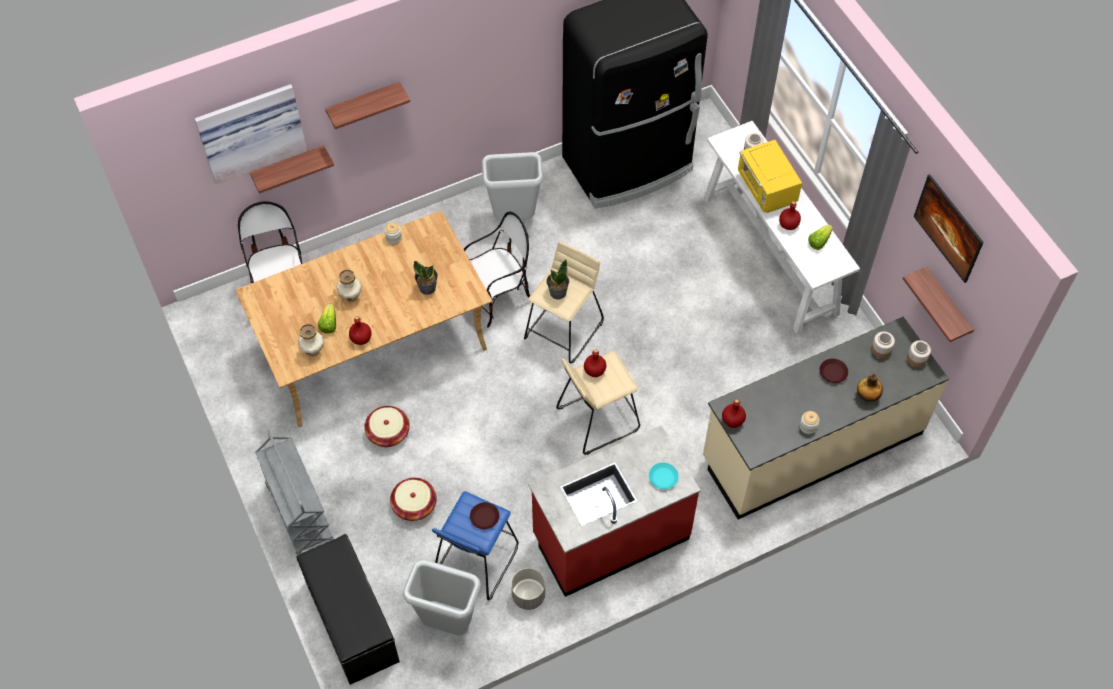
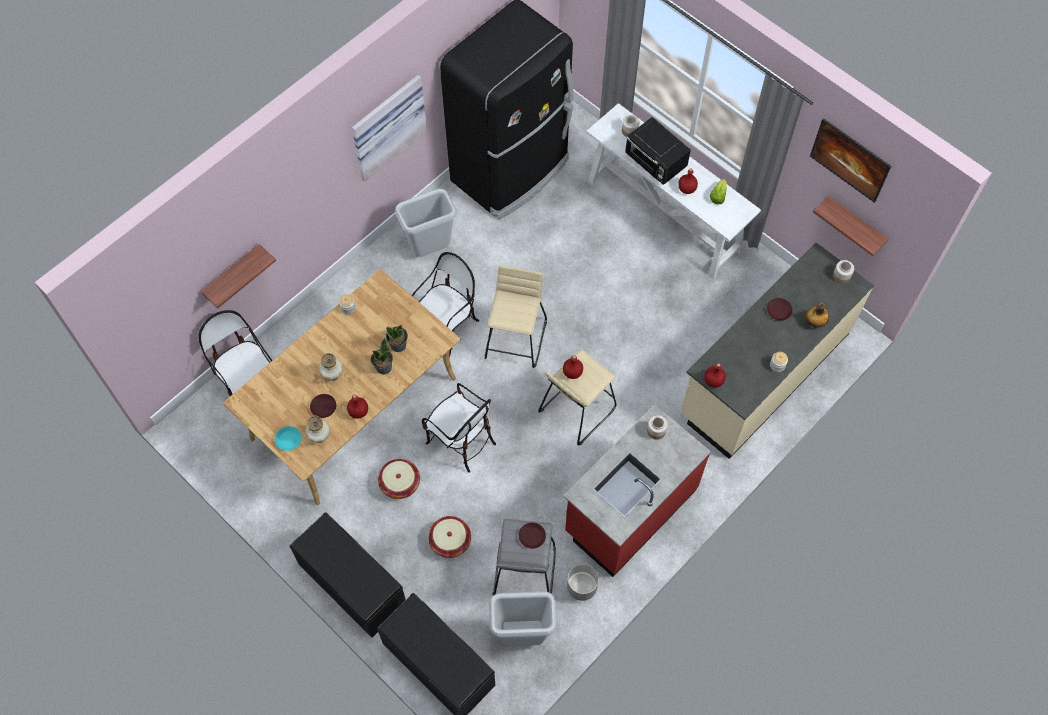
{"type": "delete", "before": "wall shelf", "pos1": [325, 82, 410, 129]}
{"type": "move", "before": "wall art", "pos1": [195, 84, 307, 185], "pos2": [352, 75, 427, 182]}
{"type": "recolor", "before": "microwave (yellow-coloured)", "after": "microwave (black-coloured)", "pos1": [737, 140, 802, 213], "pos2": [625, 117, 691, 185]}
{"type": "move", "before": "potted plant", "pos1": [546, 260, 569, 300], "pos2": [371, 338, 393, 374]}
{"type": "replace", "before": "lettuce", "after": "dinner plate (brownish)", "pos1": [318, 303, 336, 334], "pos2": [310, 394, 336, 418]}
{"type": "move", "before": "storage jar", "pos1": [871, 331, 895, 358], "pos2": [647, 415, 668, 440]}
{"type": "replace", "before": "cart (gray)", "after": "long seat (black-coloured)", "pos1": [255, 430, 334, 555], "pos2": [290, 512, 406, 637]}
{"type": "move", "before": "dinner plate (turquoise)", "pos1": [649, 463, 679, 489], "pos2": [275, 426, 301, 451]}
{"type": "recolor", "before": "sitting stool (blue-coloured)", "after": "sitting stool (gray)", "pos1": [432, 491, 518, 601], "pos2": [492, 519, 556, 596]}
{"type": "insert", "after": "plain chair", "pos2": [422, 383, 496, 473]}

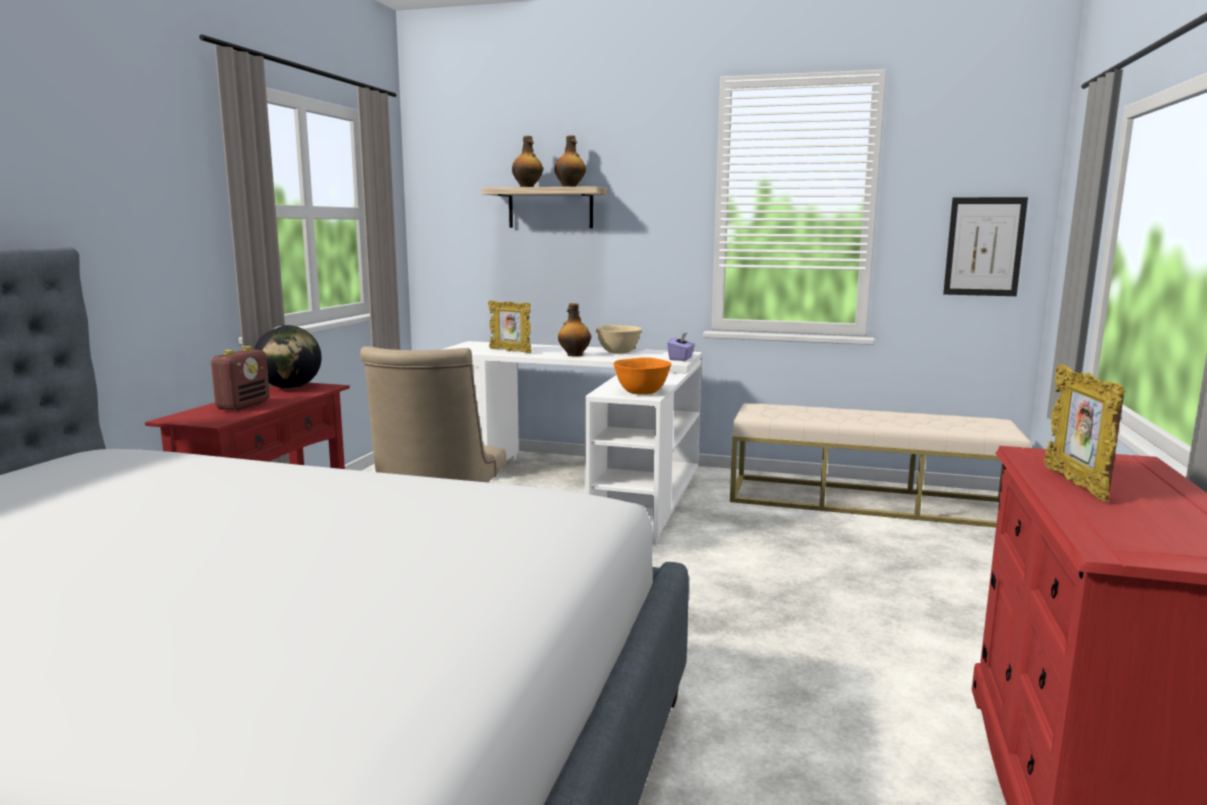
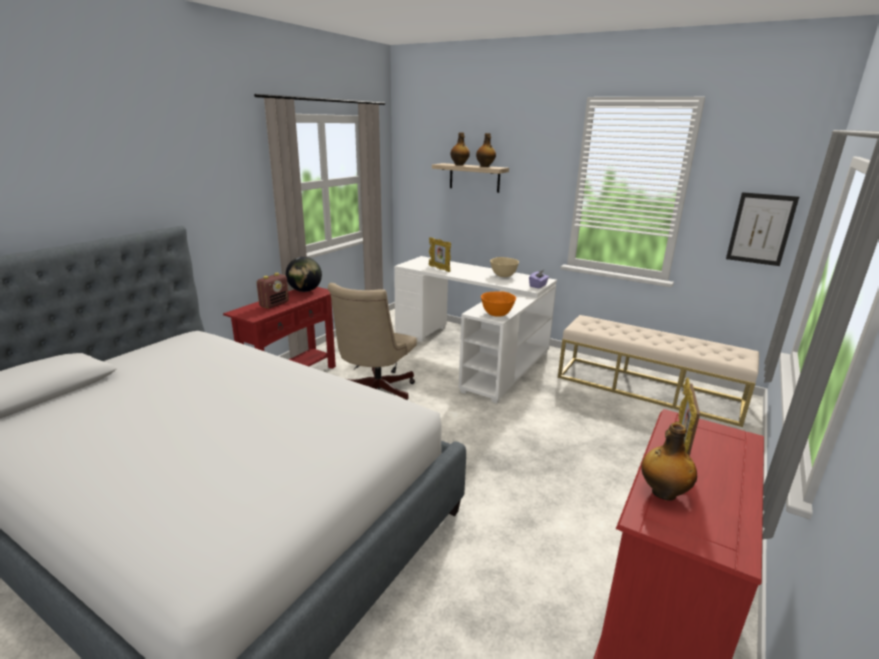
{"type": "move", "before": "drink bottle", "pos1": [558, 303, 591, 357], "pos2": [641, 423, 697, 501]}

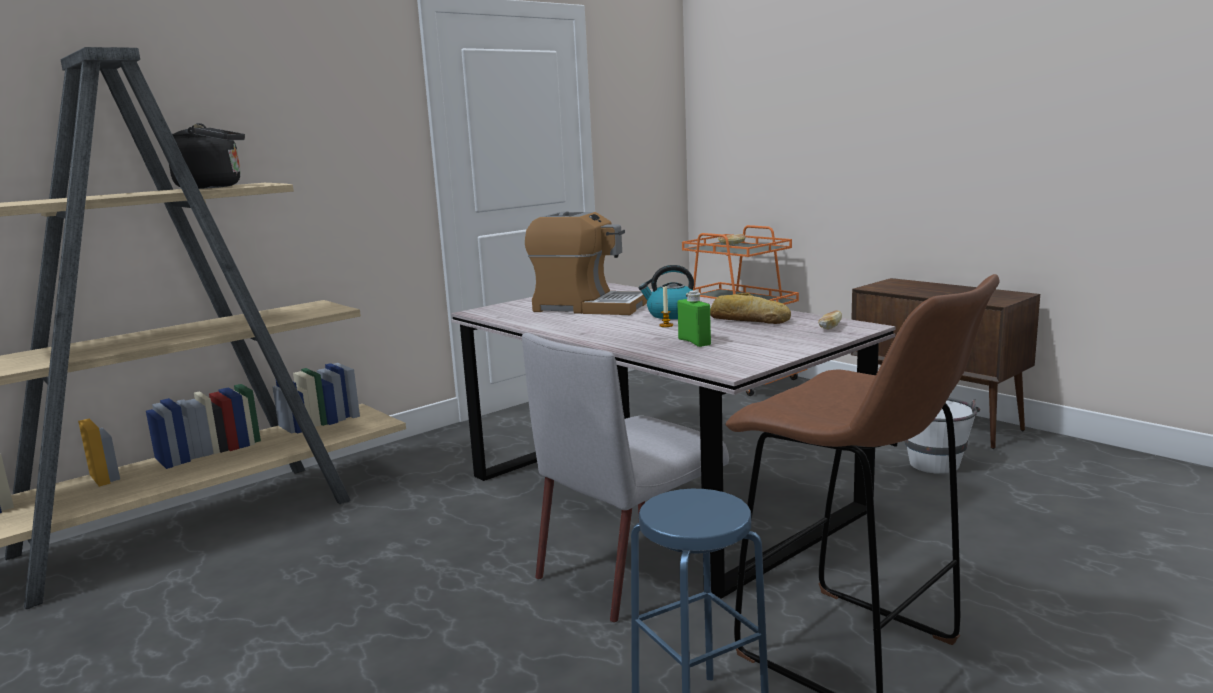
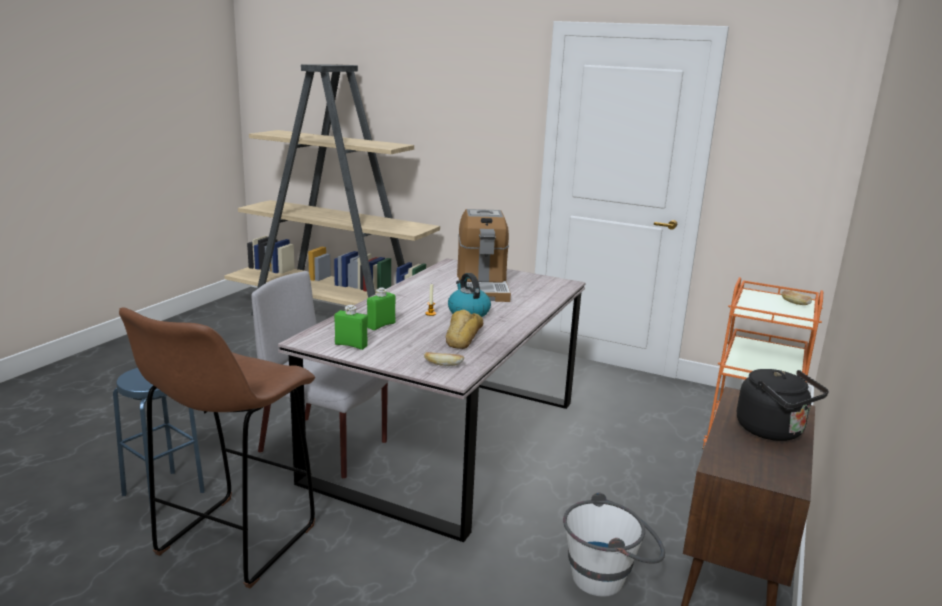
{"type": "move", "before": "kettle (black-coloured)", "pos1": [169, 123, 245, 189], "pos2": [737, 369, 829, 441]}
{"type": "insert", "after": "drink bottle (greenish)", "pos2": [334, 305, 368, 350]}

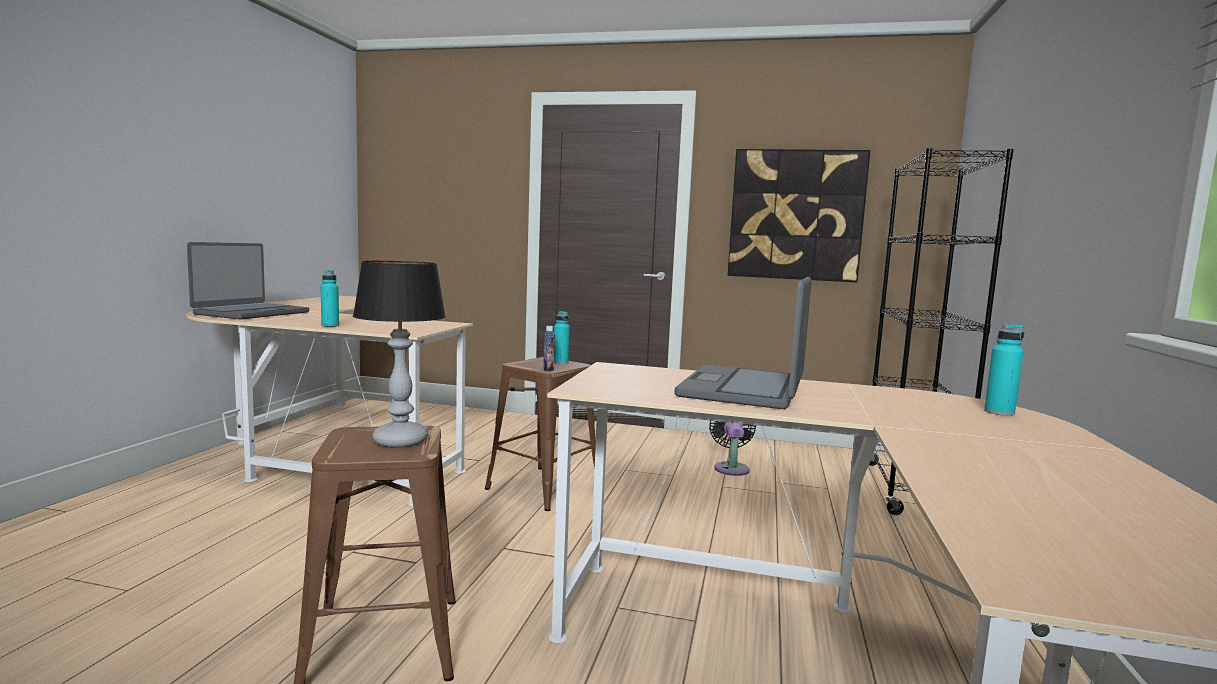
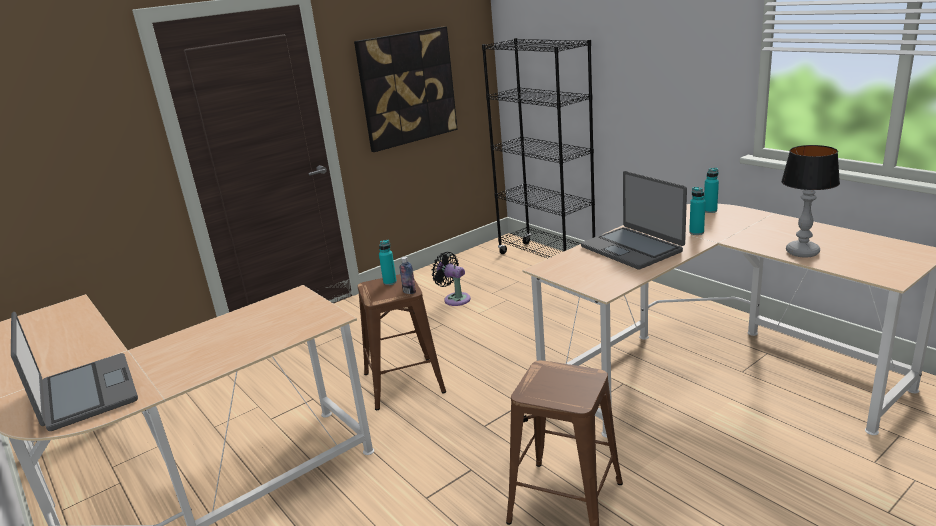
{"type": "move", "before": "tabletop lamp", "pos1": [353, 261, 446, 448], "pos2": [781, 145, 840, 258]}
{"type": "move", "before": "drink bottle (turquoise)", "pos1": [321, 270, 339, 327], "pos2": [689, 187, 705, 235]}

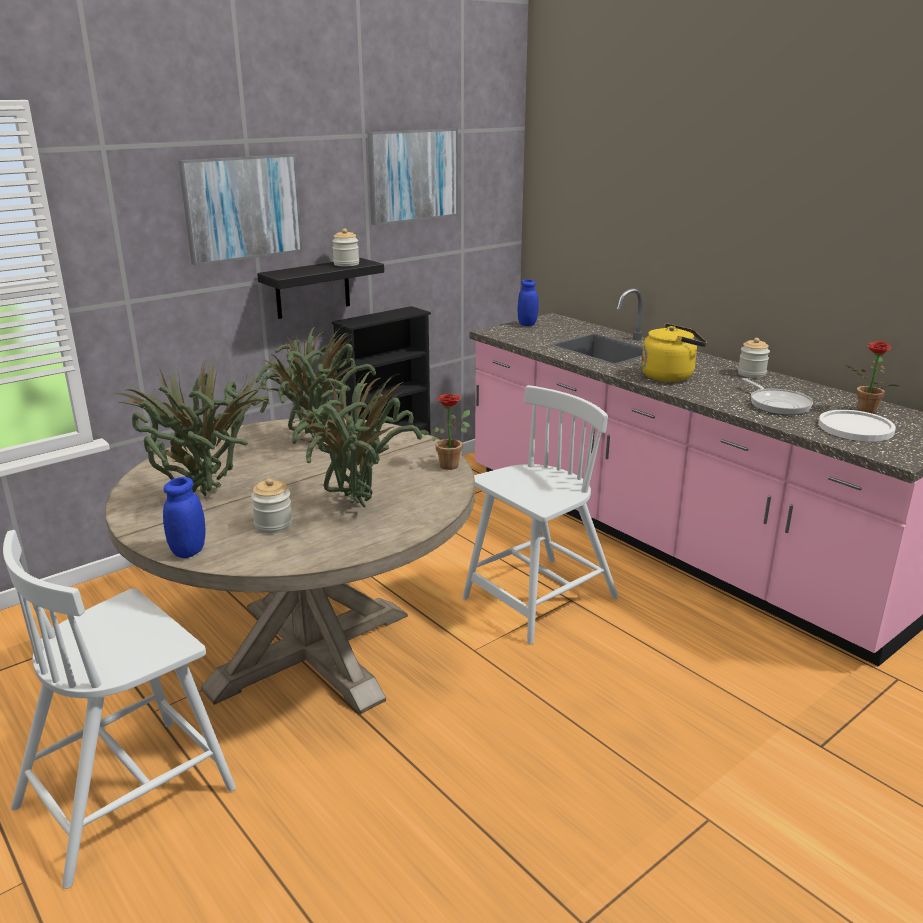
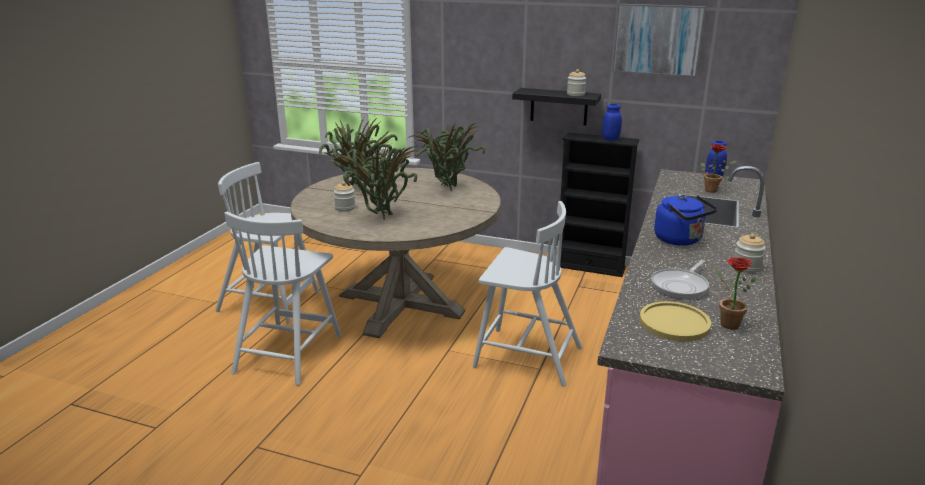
{"type": "delete", "before": "wall art", "pos1": [178, 154, 303, 266]}
{"type": "recolor", "before": "kettle (yellow-coloured)", "after": "kettle (blue-coloured)", "pos1": [641, 324, 707, 382], "pos2": [654, 195, 717, 246]}
{"type": "move", "before": "potted plant", "pos1": [420, 394, 470, 470], "pos2": [701, 144, 737, 193]}
{"type": "recolor", "before": "dinner plate (white-coloured)", "after": "dinner plate (yellow-coloured)", "pos1": [818, 410, 896, 441], "pos2": [640, 301, 711, 342]}
{"type": "move", "before": "storage jar (blue-coloured)", "pos1": [163, 477, 205, 558], "pos2": [602, 104, 622, 141]}
{"type": "insert", "after": "plain chair (white-coloured)", "pos2": [224, 211, 341, 386]}

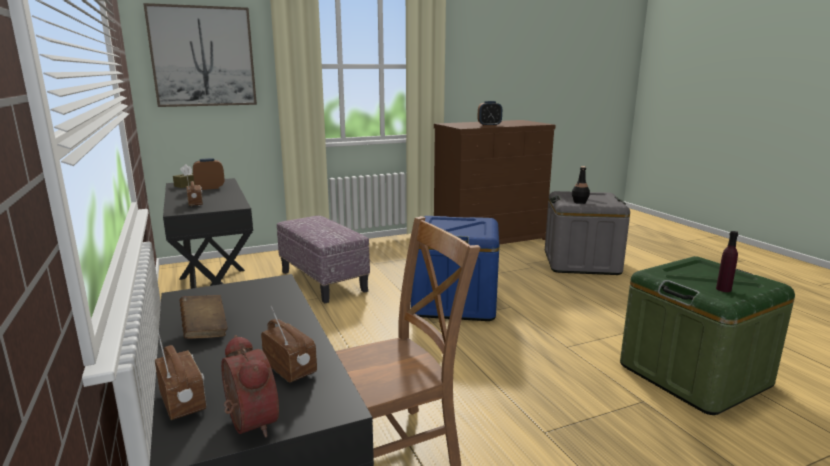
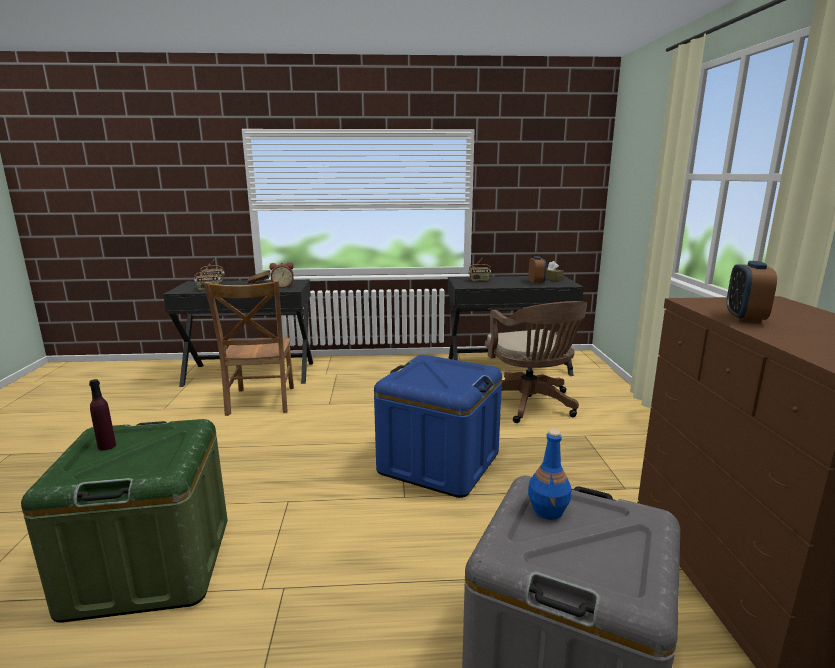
{"type": "delete", "before": "wall art", "pos1": [143, 3, 257, 107]}
{"type": "recolor", "before": "drink bottle (black-coloured)", "after": "drink bottle (blue-coloured)", "pos1": [572, 166, 590, 204], "pos2": [528, 429, 571, 520]}
{"type": "replace", "before": "footrest", "after": "office chair (brownish)", "pos1": [277, 216, 370, 303], "pos2": [485, 301, 587, 423]}
{"type": "move", "before": "bedside clock", "pos1": [221, 335, 279, 437], "pos2": [269, 262, 294, 288]}

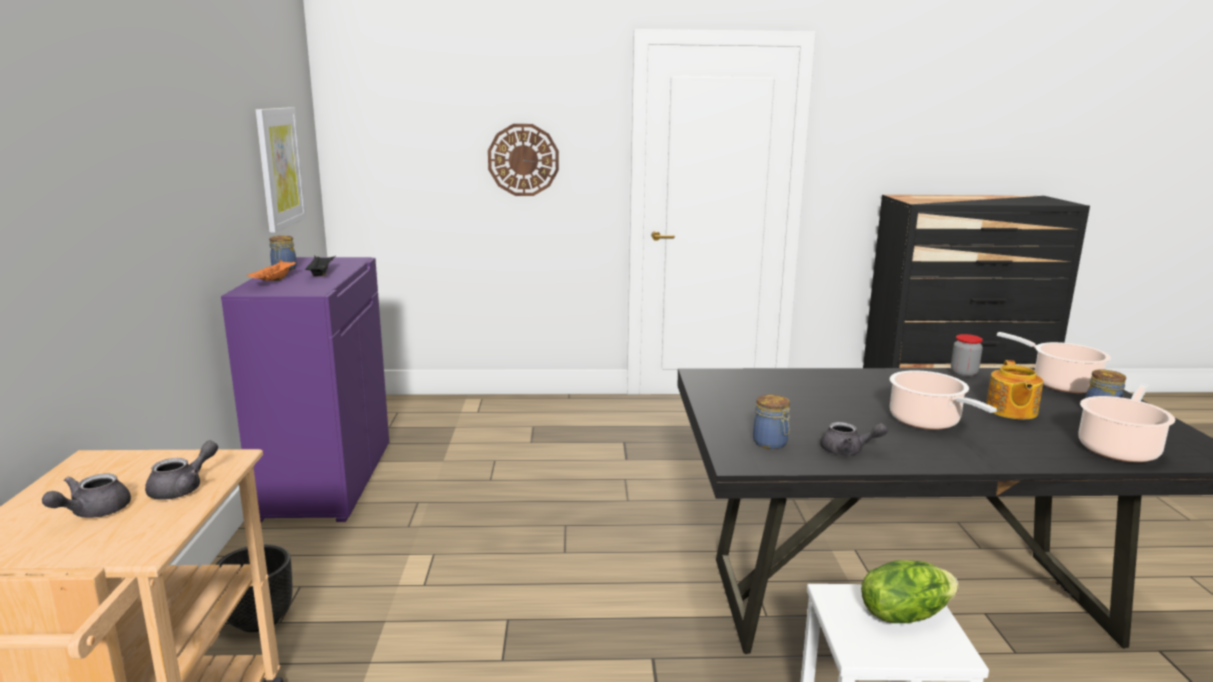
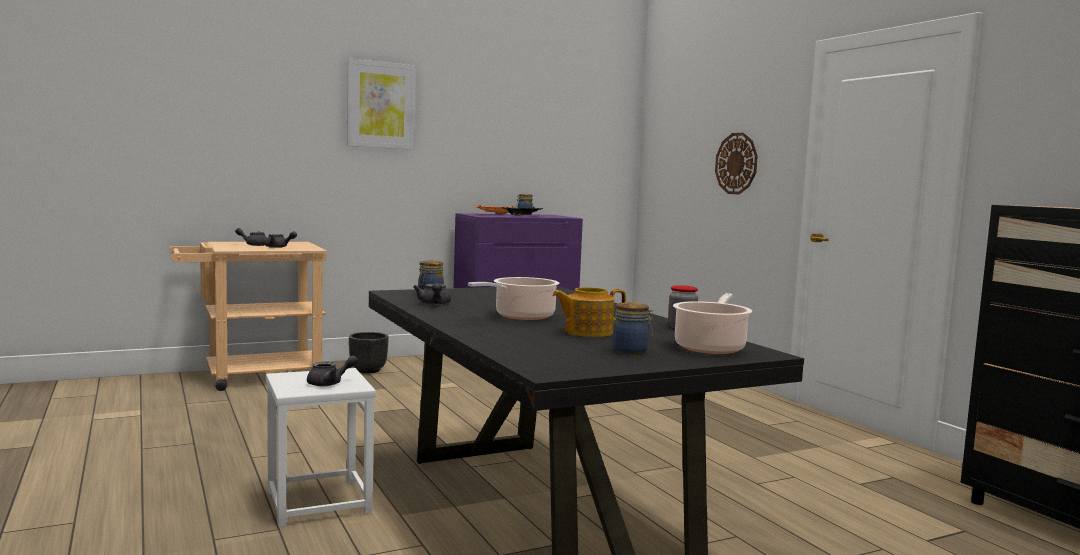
{"type": "move", "before": "wall art", "pos1": [256, 107, 306, 232], "pos2": [347, 59, 416, 150]}
{"type": "delete", "before": "cooking pot", "pos1": [1078, 383, 1175, 462]}
{"type": "replace", "before": "lettuce", "after": "teapot (gray)", "pos1": [861, 560, 959, 623], "pos2": [307, 355, 358, 386]}

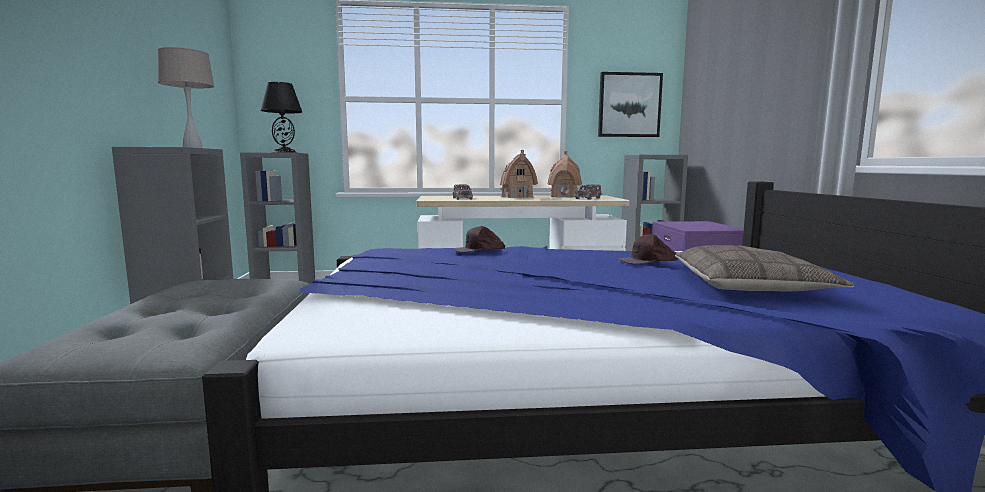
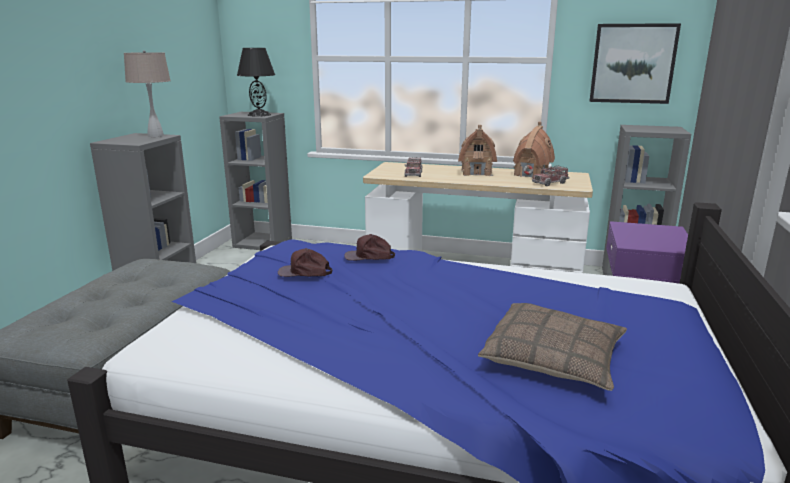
{"type": "move", "before": "cap (brownish)", "pos1": [618, 234, 678, 264], "pos2": [278, 248, 332, 277]}

